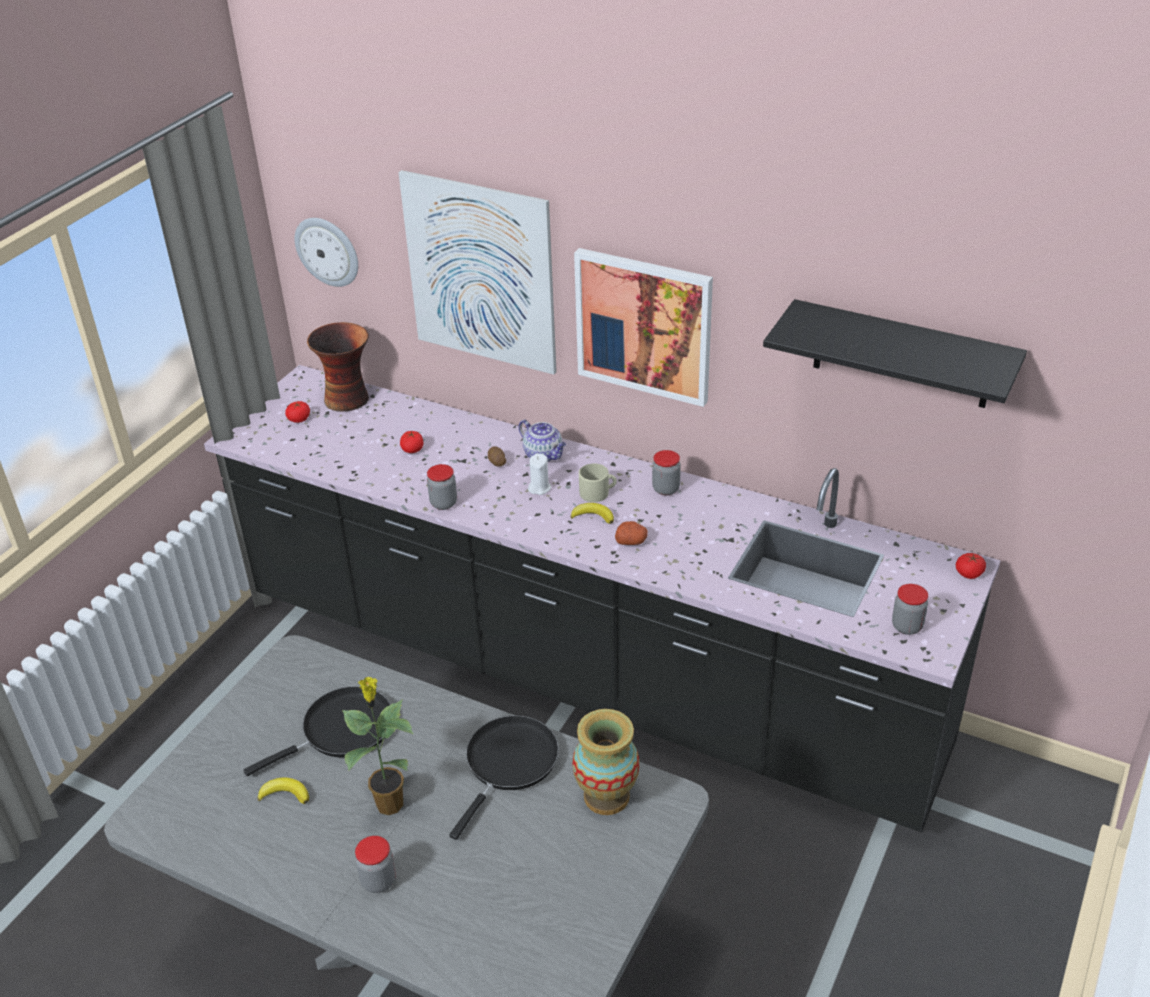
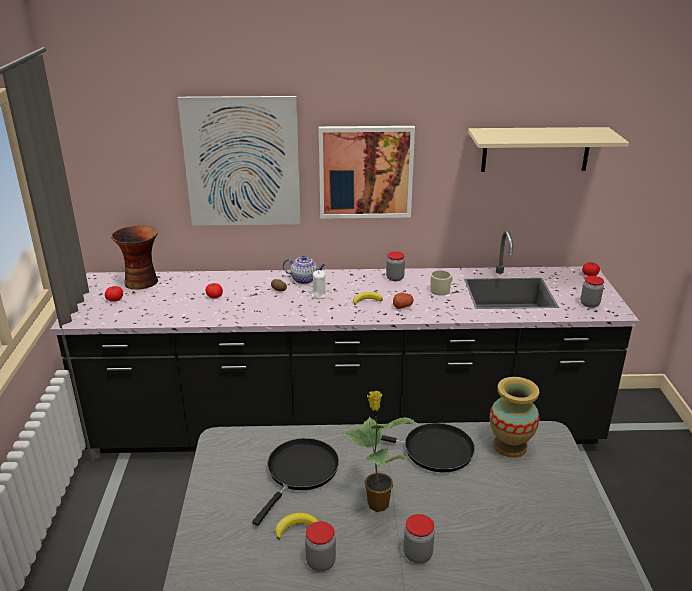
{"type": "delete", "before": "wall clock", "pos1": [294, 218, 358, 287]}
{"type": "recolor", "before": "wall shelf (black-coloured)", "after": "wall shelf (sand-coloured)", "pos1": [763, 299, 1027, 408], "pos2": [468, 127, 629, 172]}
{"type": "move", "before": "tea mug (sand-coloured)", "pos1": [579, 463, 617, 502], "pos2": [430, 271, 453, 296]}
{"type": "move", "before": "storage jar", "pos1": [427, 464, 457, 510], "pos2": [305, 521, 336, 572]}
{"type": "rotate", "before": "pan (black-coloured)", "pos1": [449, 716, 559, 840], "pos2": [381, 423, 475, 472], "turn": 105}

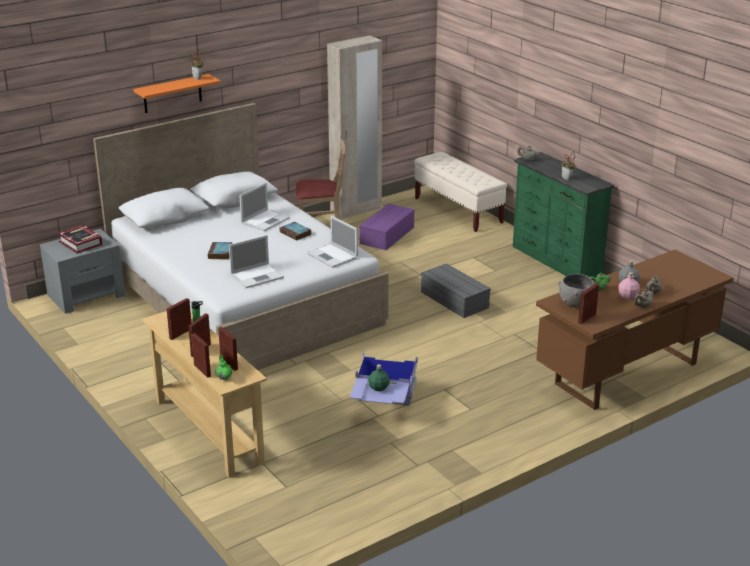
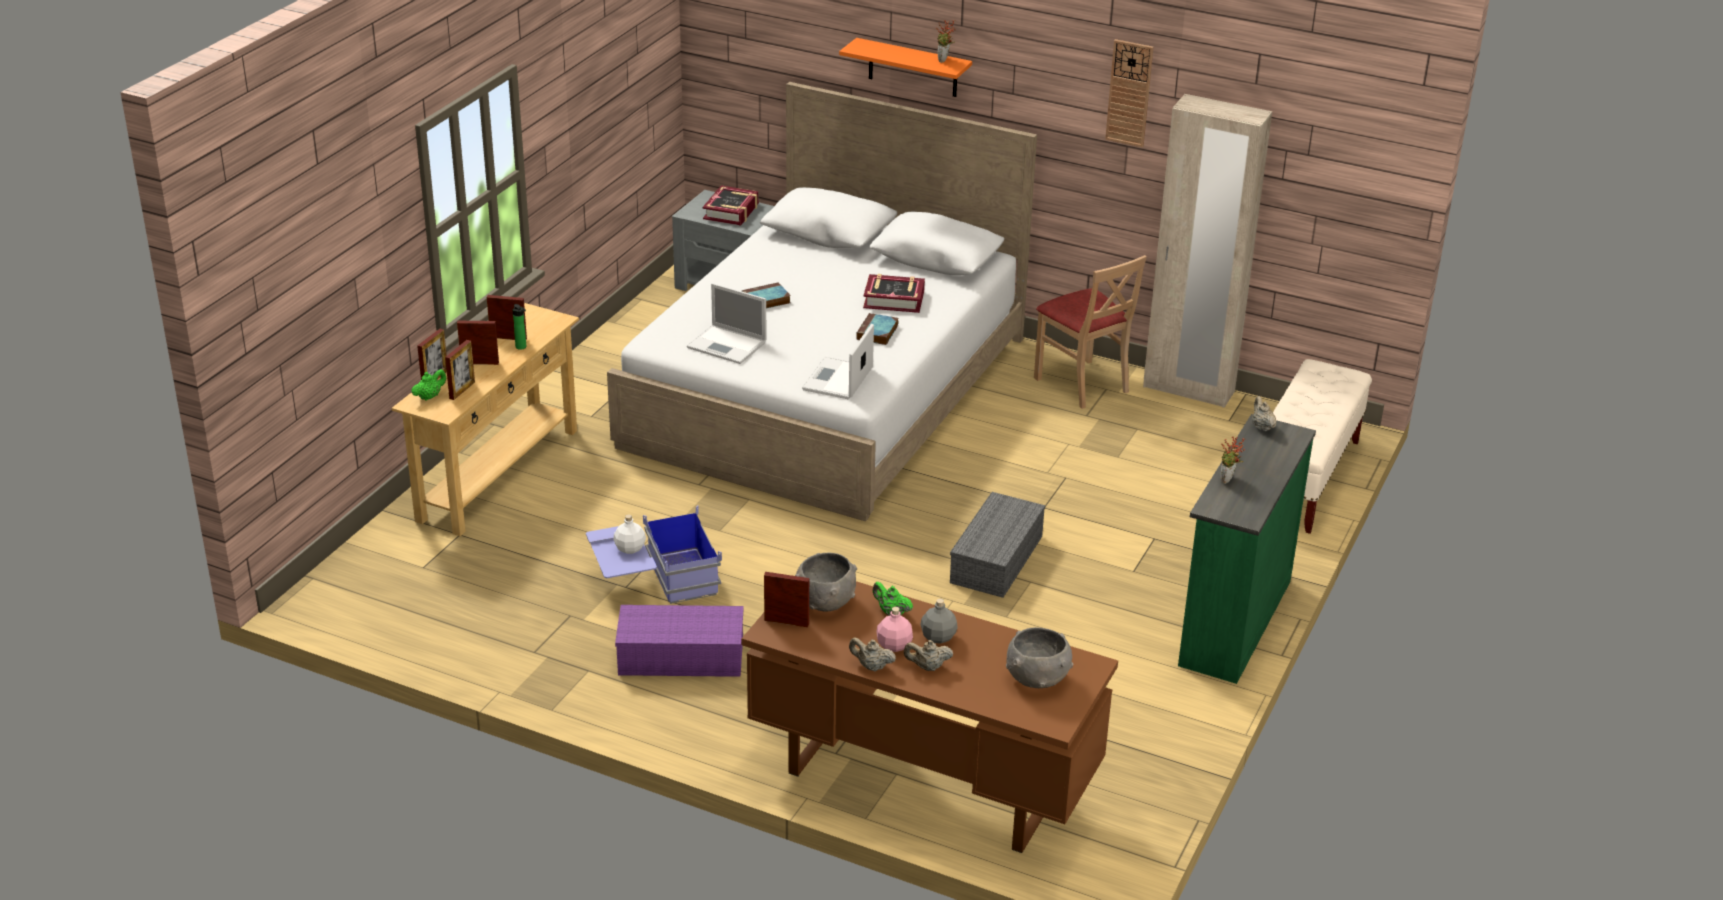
{"type": "replace", "before": "laptop", "after": "volume", "pos1": [239, 183, 290, 231], "pos2": [863, 274, 925, 313]}
{"type": "move", "before": "storage box (purple)", "pos1": [359, 203, 415, 250], "pos2": [615, 605, 744, 677]}
{"type": "recolor", "before": "drink bottle (greenish)", "after": "drink bottle (white-coloured)", "pos1": [368, 364, 390, 391], "pos2": [613, 515, 646, 554]}
{"type": "insert", "after": "wall clock", "pos2": [1105, 39, 1153, 147]}
{"type": "insert", "after": "serving bowl (gray)", "pos2": [1006, 627, 1073, 688]}

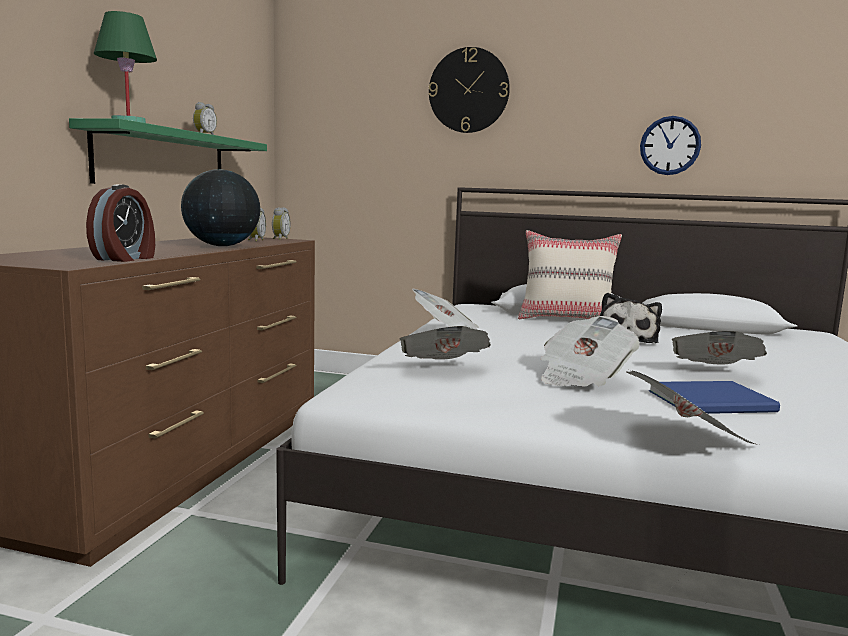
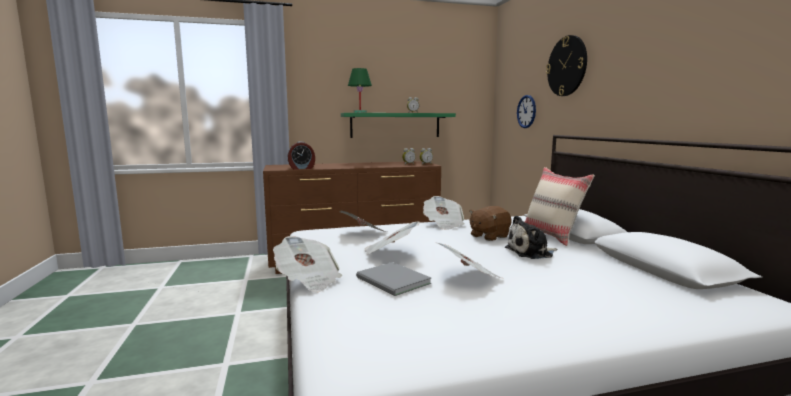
{"type": "move", "before": "wall clock", "pos1": [640, 116, 701, 175], "pos2": [517, 95, 536, 128]}
{"type": "delete", "before": "desk globe", "pos1": [181, 169, 260, 246]}
{"type": "recolor", "before": "volume (blue-coloured)", "after": "volume (gray)", "pos1": [649, 381, 780, 414], "pos2": [356, 262, 431, 296]}
{"type": "insert", "after": "plush toy (brownish)", "pos2": [469, 206, 512, 241]}

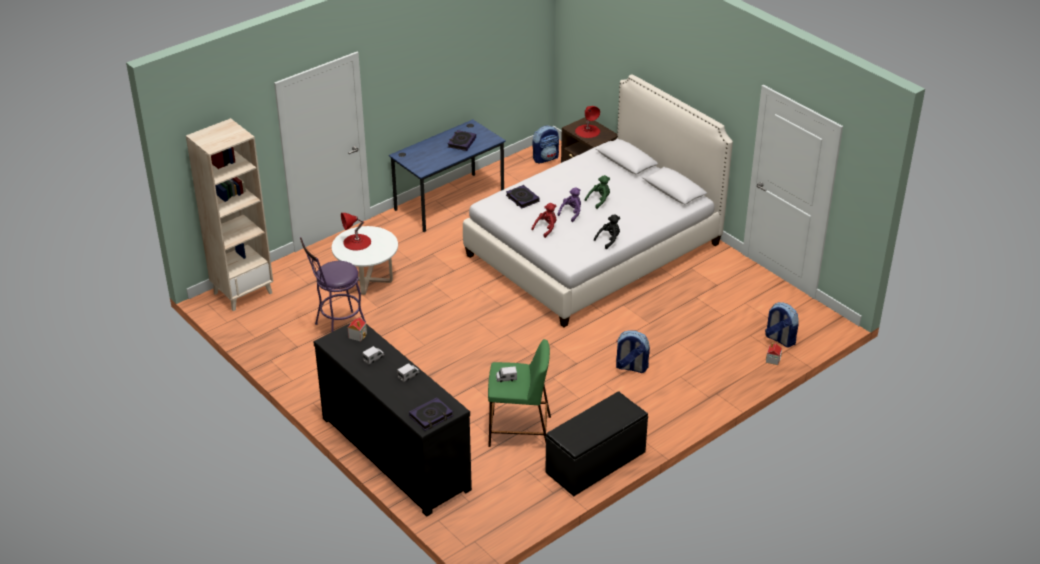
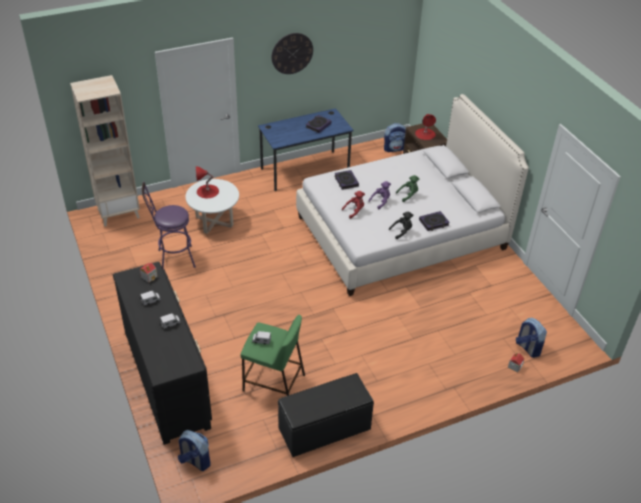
{"type": "move", "before": "rucksack", "pos1": [616, 330, 650, 373], "pos2": [178, 430, 210, 471]}
{"type": "move", "before": "volume", "pos1": [409, 397, 453, 430], "pos2": [419, 211, 450, 231]}
{"type": "insert", "after": "wall clock", "pos2": [272, 33, 313, 74]}

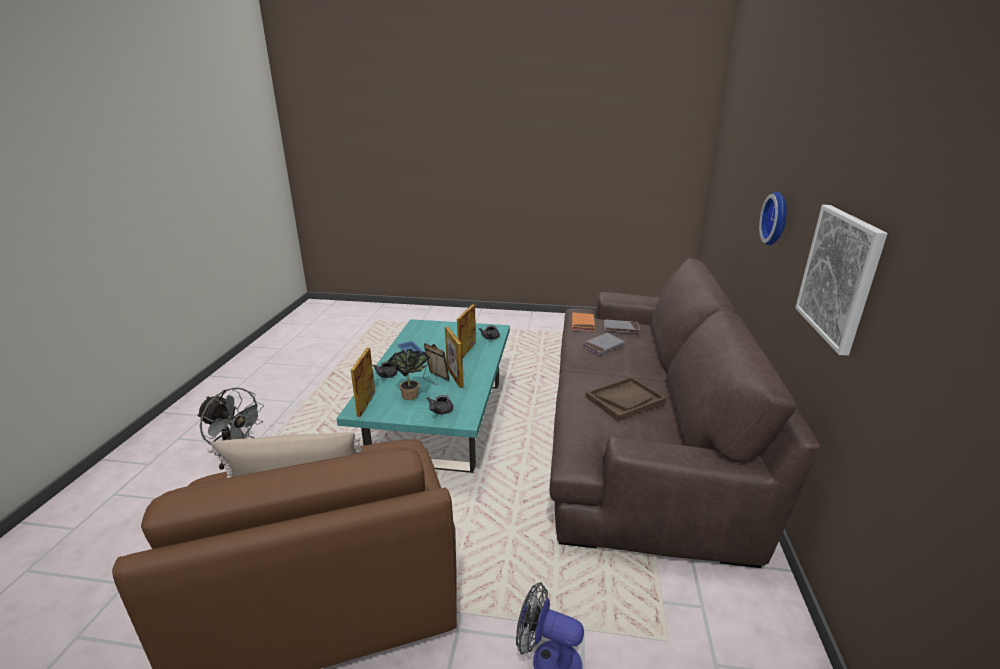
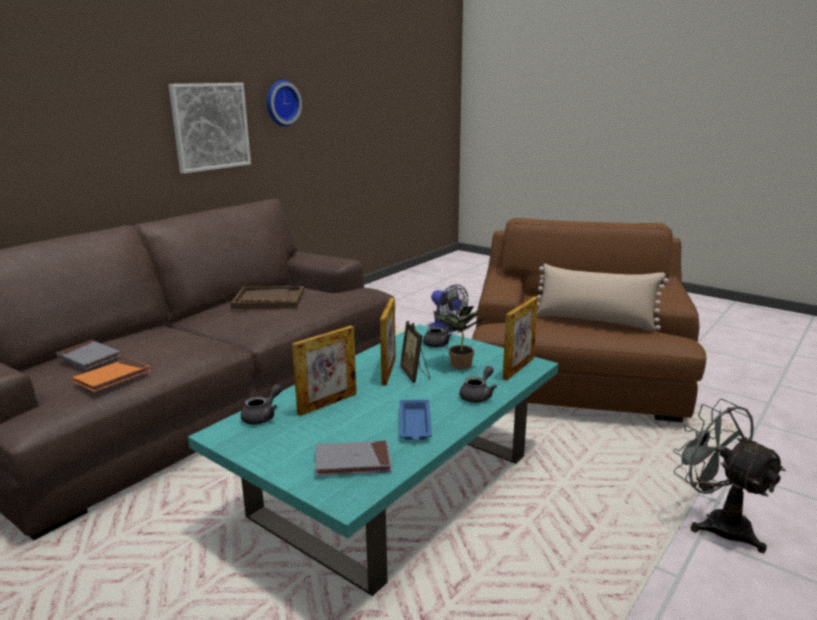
{"type": "move", "before": "wall clock", "pos1": [759, 192, 787, 245], "pos2": [267, 80, 302, 127]}
{"type": "move", "before": "volume (gray)", "pos1": [582, 333, 625, 355], "pos2": [315, 440, 392, 476]}

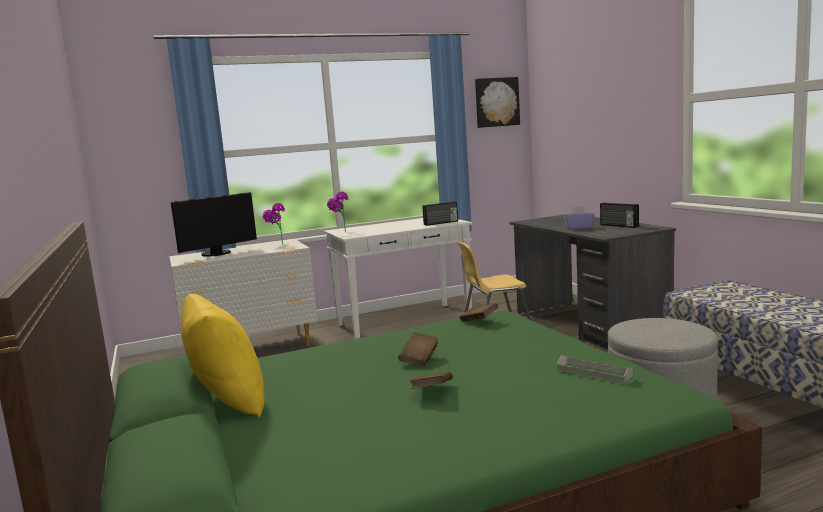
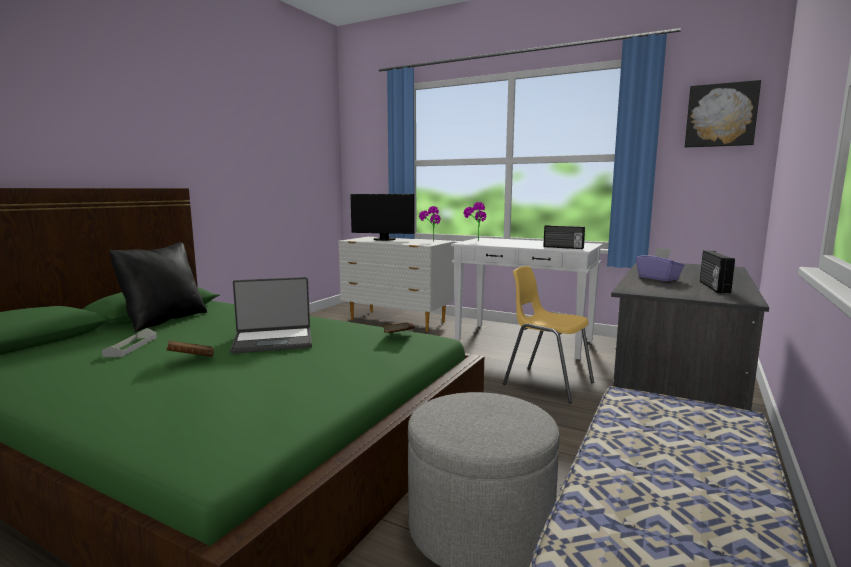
{"type": "recolor", "before": "pillow (yellow-coloured)", "after": "pillow (black-coloured)", "pos1": [181, 294, 265, 417], "pos2": [109, 242, 207, 332]}
{"type": "replace", "before": "volume (brownish)", "after": "laptop", "pos1": [398, 333, 439, 367], "pos2": [230, 277, 312, 354]}
{"type": "move", "before": "serving tray (gray)", "pos1": [557, 355, 633, 383], "pos2": [102, 328, 157, 357]}

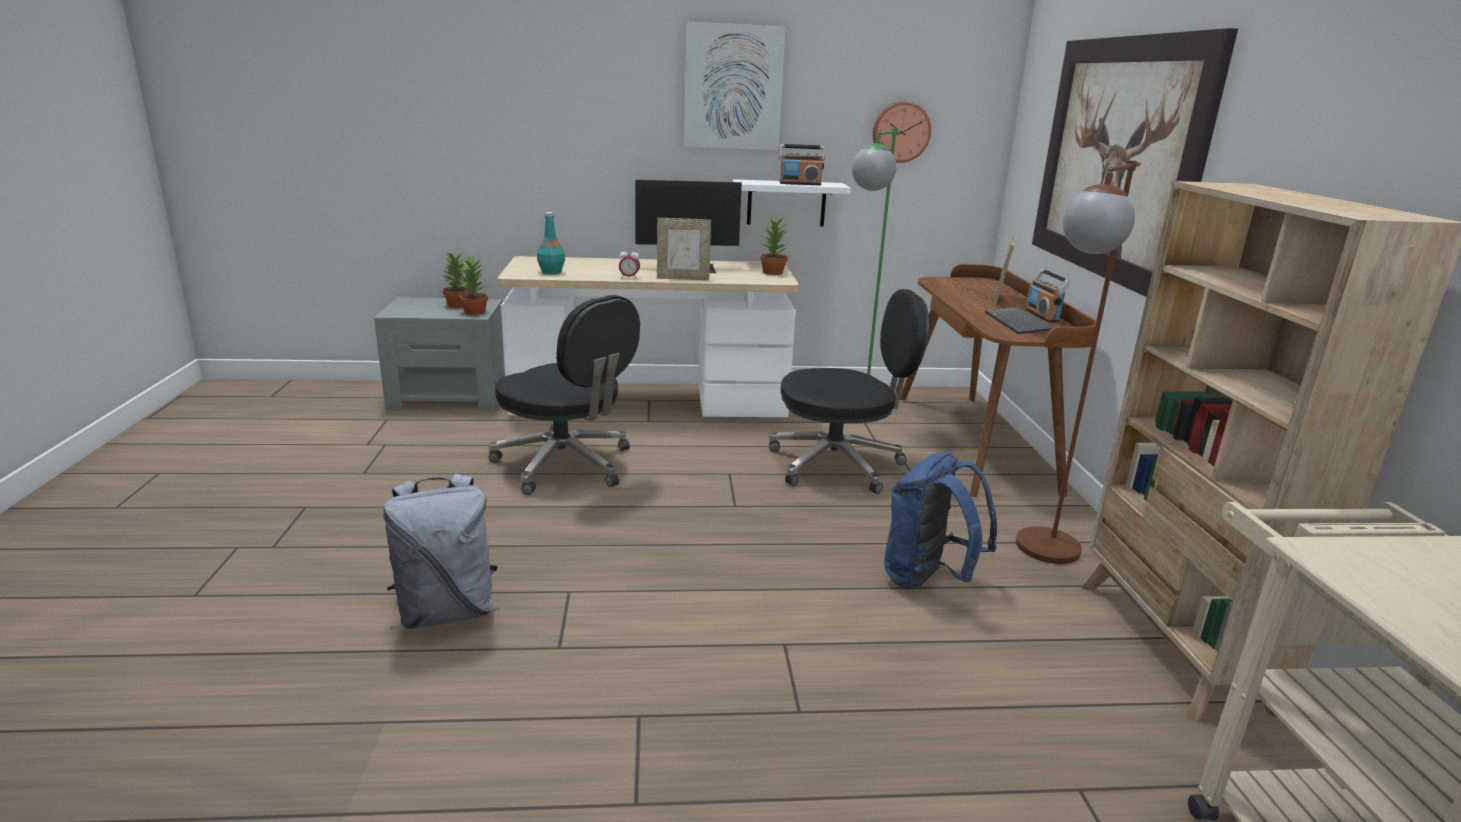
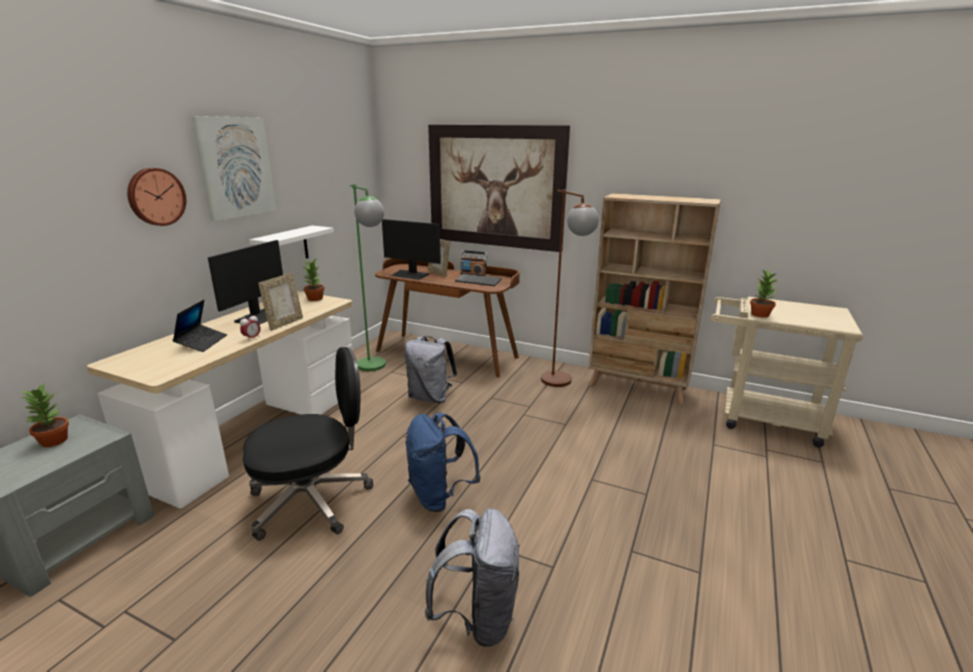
{"type": "move", "before": "wall clock", "pos1": [873, 102, 931, 163], "pos2": [127, 168, 186, 226]}
{"type": "delete", "before": "radio set", "pos1": [779, 144, 825, 185]}
{"type": "delete", "before": "drink bottle (turquoise)", "pos1": [537, 212, 565, 274]}
{"type": "move", "before": "potted plant", "pos1": [459, 254, 488, 315], "pos2": [750, 270, 779, 318]}
{"type": "replace", "before": "office chair (black-coloured)", "after": "rucksack (gray)", "pos1": [769, 289, 929, 494], "pos2": [404, 336, 457, 403]}
{"type": "move", "before": "rucksack (blue-coloured)", "pos1": [884, 452, 997, 590], "pos2": [406, 413, 481, 512]}
{"type": "insert", "after": "computer display", "pos2": [382, 219, 441, 280]}
{"type": "insert", "after": "laptop", "pos2": [173, 299, 227, 352]}

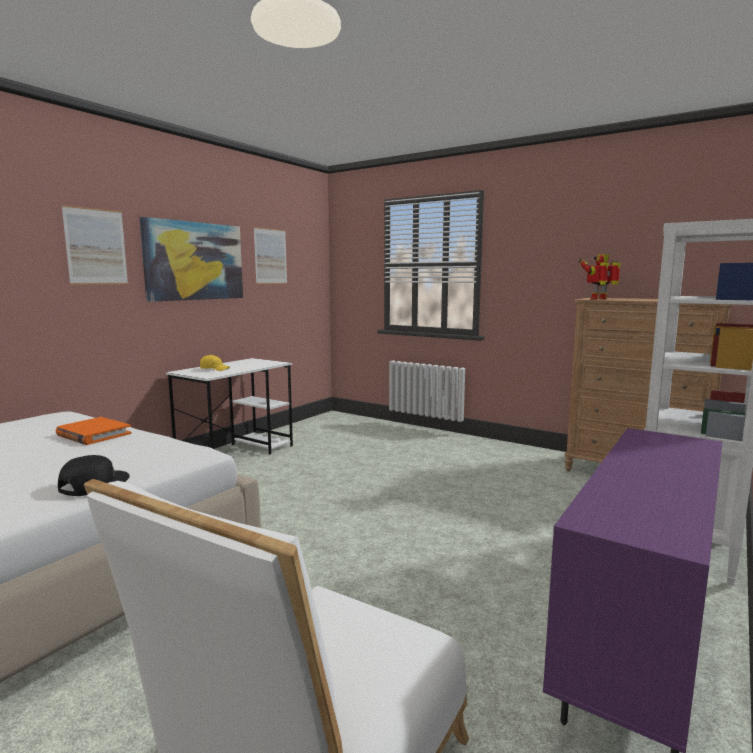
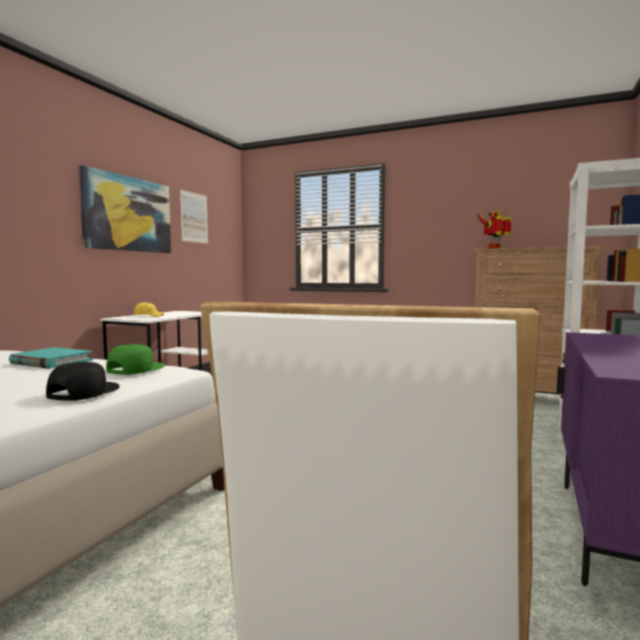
{"type": "delete", "before": "wall art", "pos1": [61, 205, 128, 285]}
{"type": "recolor", "before": "volume (orange)", "after": "volume (turquoise)", "pos1": [56, 417, 132, 445], "pos2": [9, 347, 93, 369]}
{"type": "insert", "after": "cap (greenish)", "pos2": [106, 344, 165, 375]}

